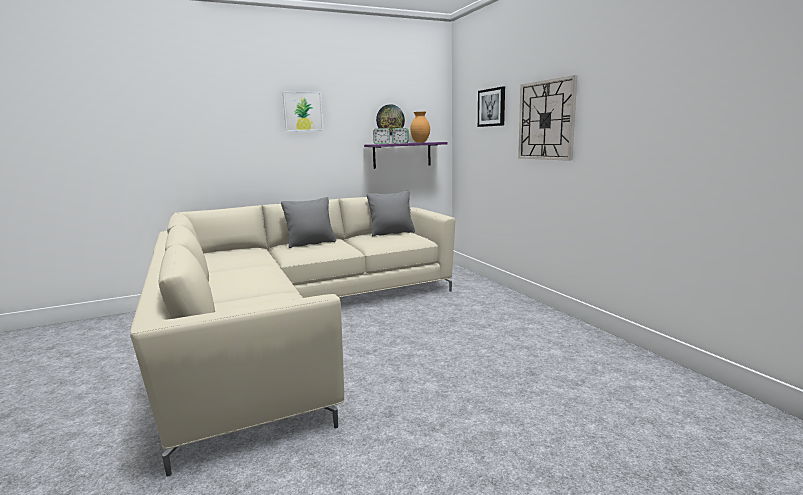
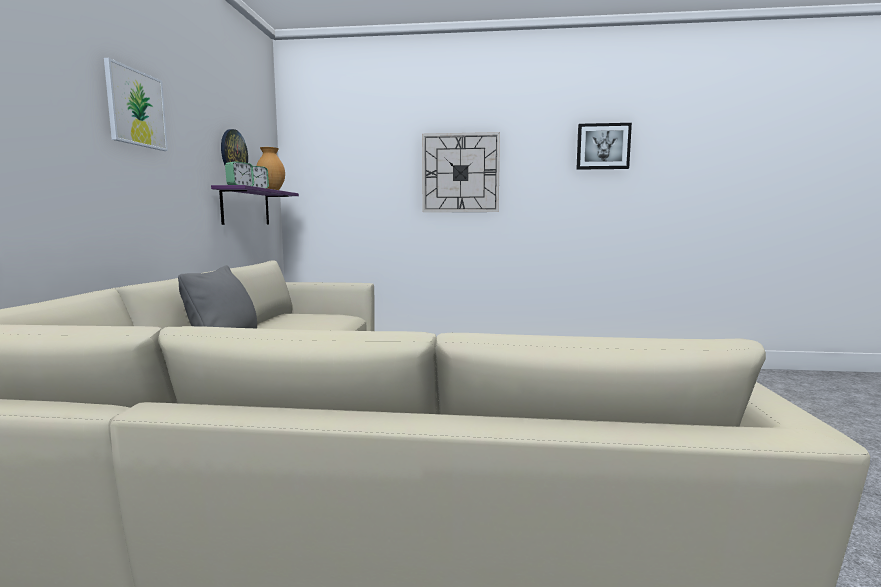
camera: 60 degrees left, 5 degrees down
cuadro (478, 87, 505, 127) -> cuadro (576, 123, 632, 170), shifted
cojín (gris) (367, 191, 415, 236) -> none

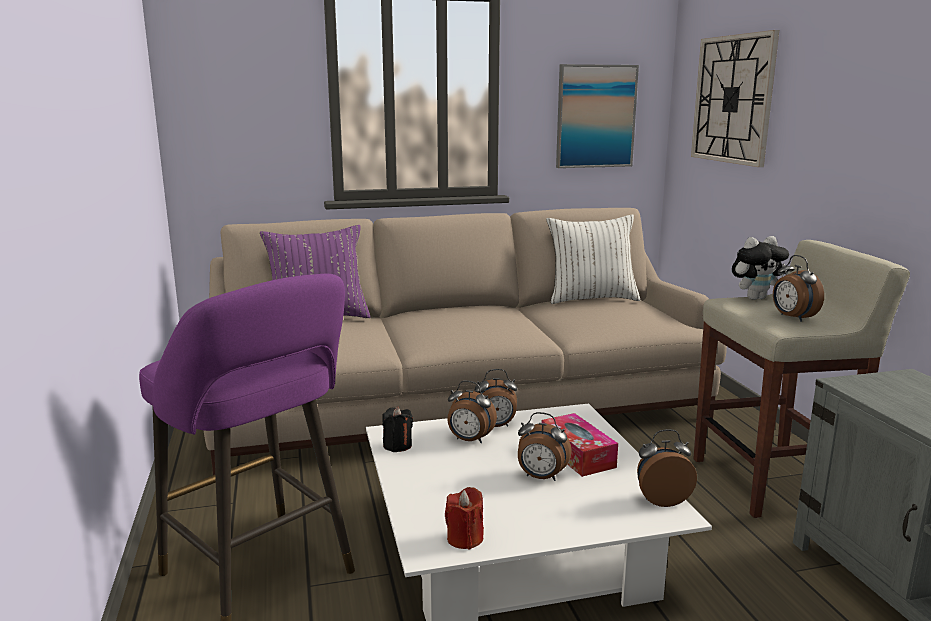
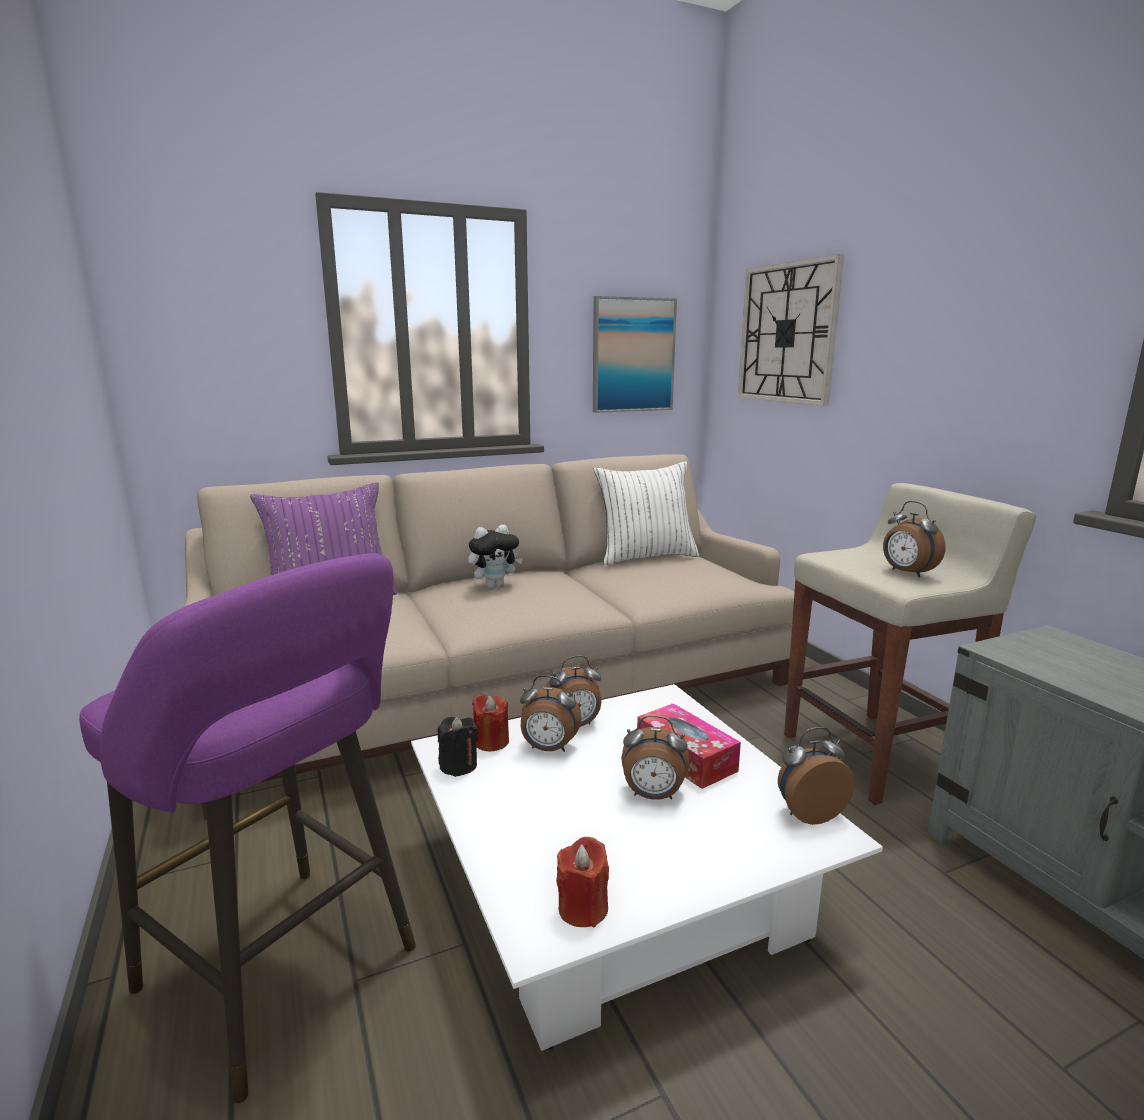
camera: 10 degrees left, 0 degrees up
peluche (732, 236, 789, 300) -> peluche (468, 525, 523, 588), shifted
none -> vela (rojo) (472, 694, 509, 752)

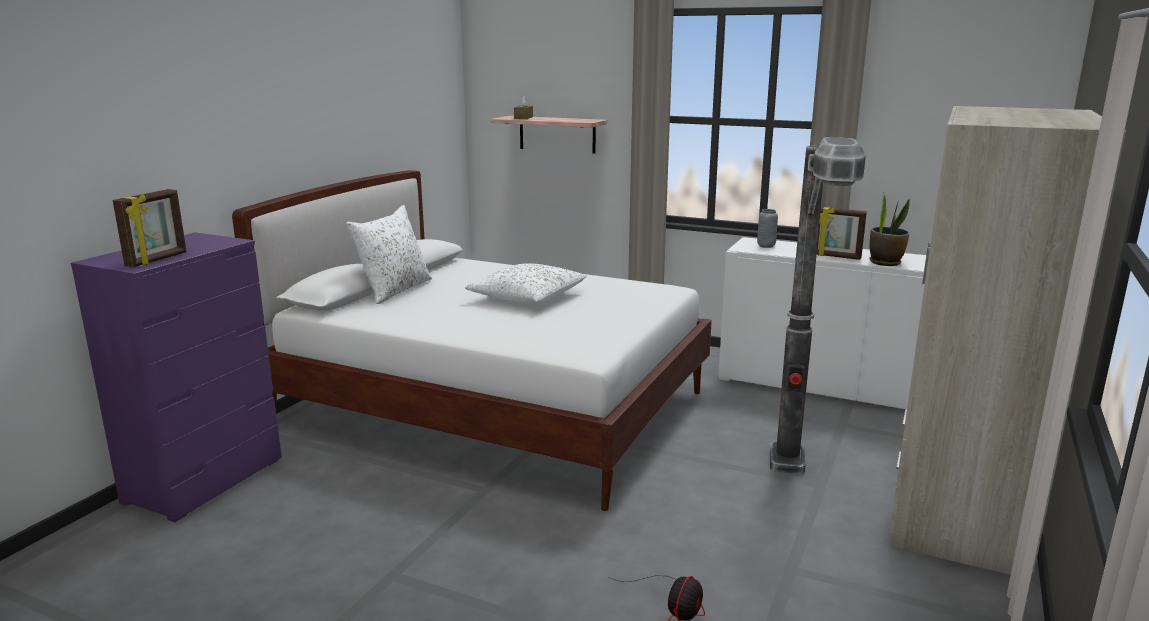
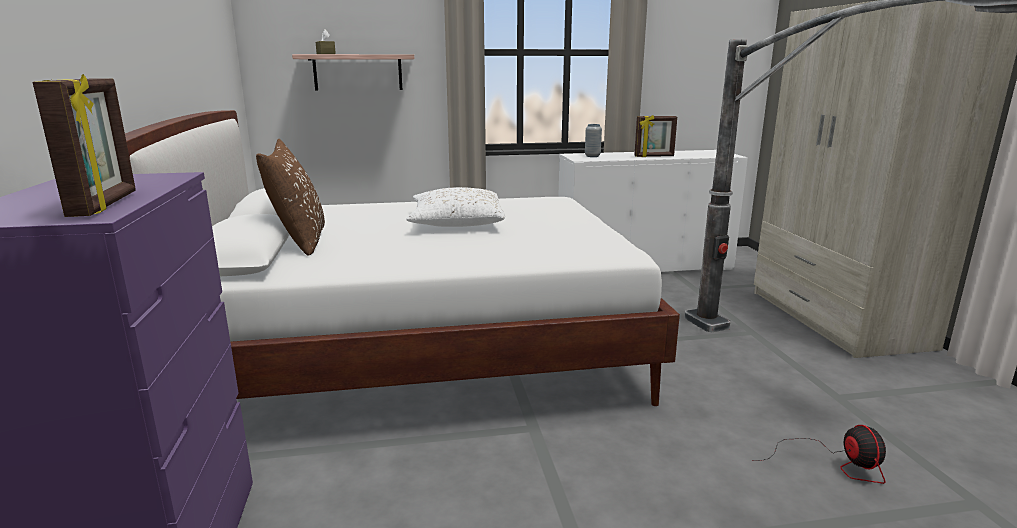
camera: 35 degrees left, 0 degrees up
cojín (blanco) (346, 205, 432, 304) -> cojín (marrón) (256, 139, 325, 255)
planta en maceta (869, 192, 910, 266) -> none

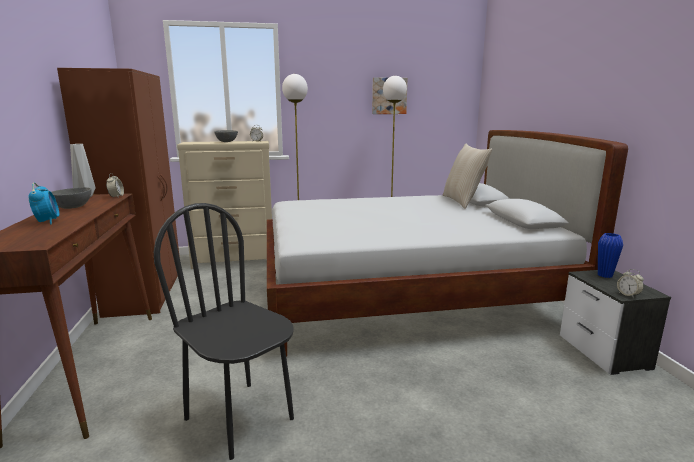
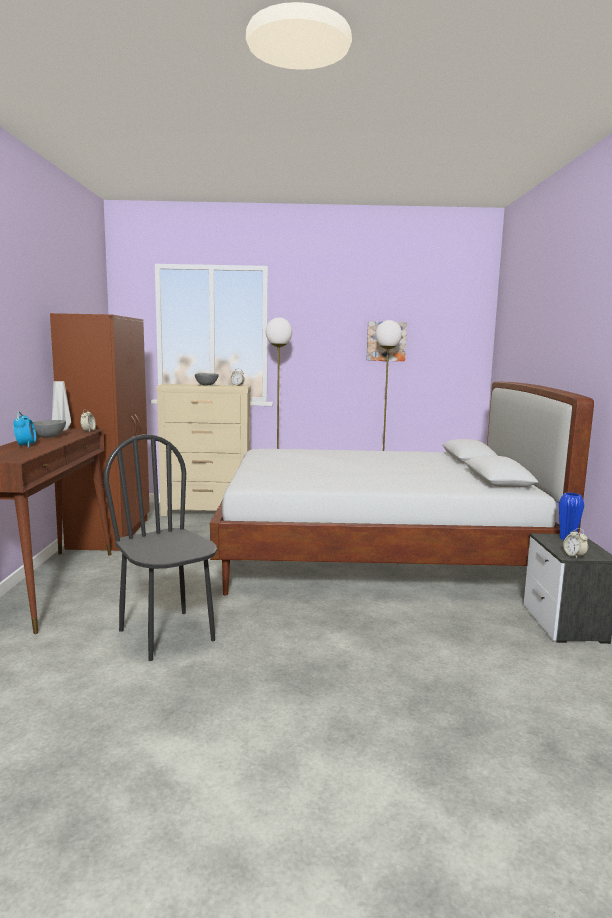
camera: 10 degrees right, 5 degrees down
cojín (beis) (443, 144, 492, 209) -> none

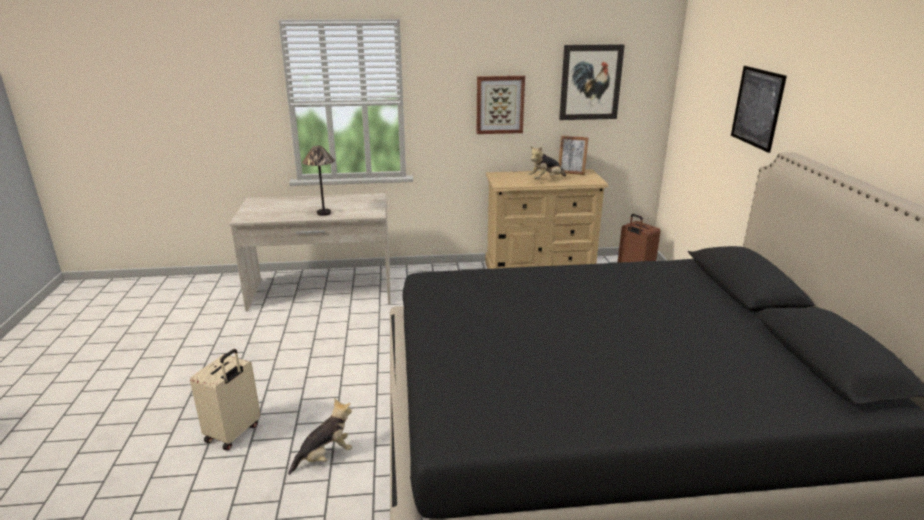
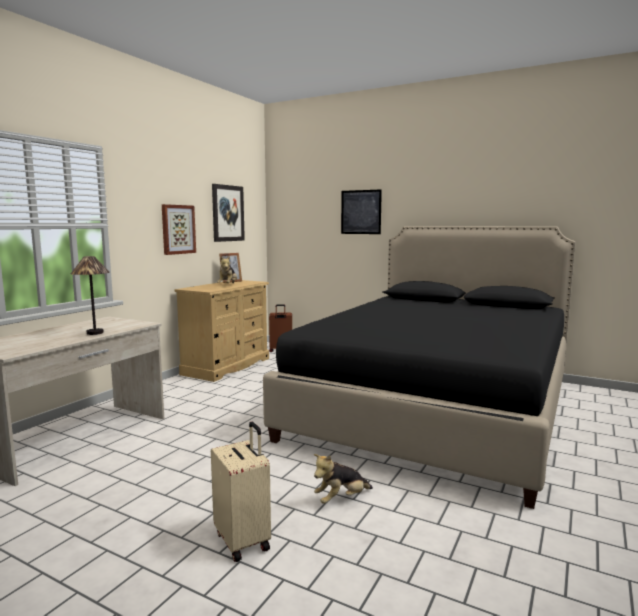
camera: 55 degrees left, 15 degrees down
peluche (288, 399, 353, 475) -> peluche (314, 454, 373, 504), 120 degrees counterclockwise

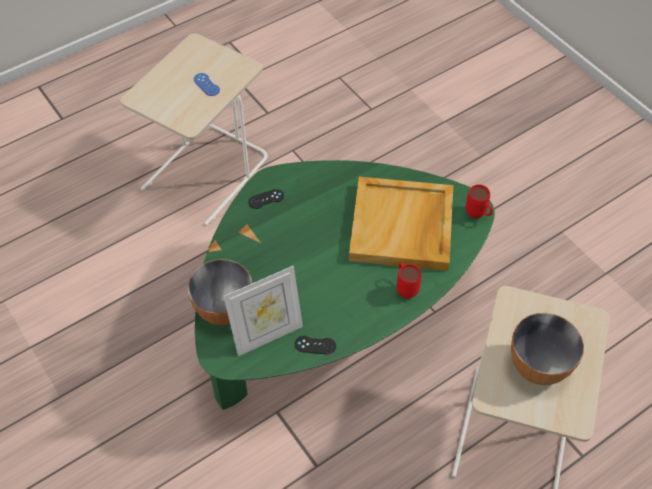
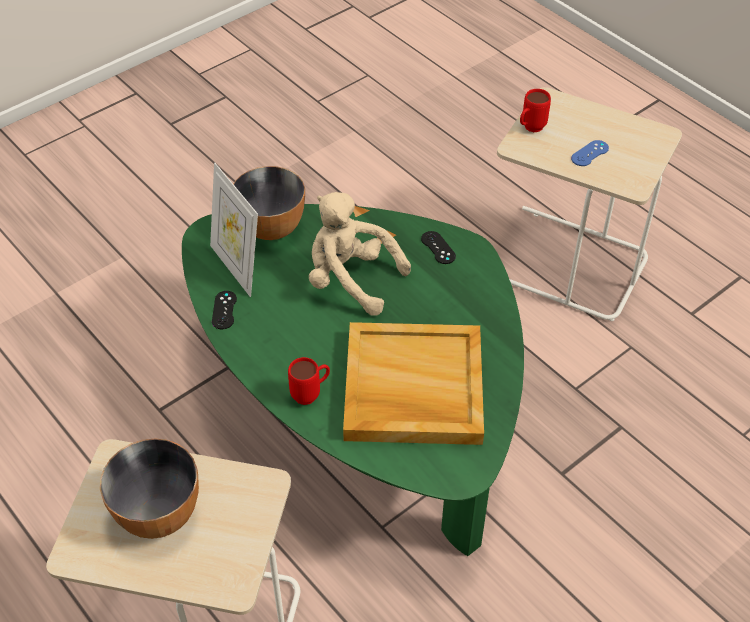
camera: 85 degrees right, 5 degrees down
none -> peluche (beis) (309, 192, 411, 316)
taza grande (rojo) (466, 185, 493, 218) -> taza grande (rojo) (520, 89, 551, 132), shifted

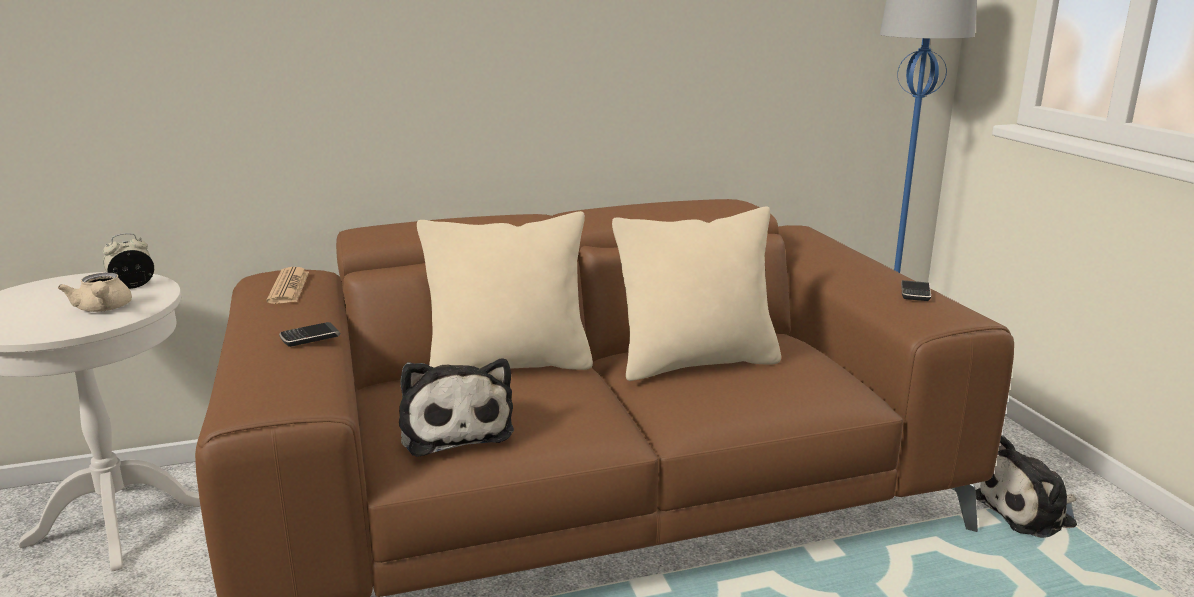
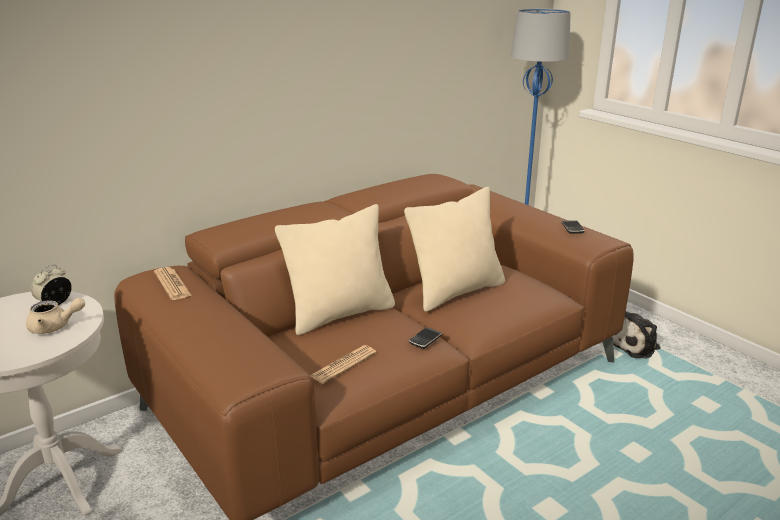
camera: 20 degrees left, 5 degrees up
tetera (beis) (58, 273, 132, 312) -> tetera (beis) (26, 298, 85, 334), 45 degrees counterclockwise
peluche (399, 359, 514, 457) -> periódico (311, 345, 376, 384)
móvil (279, 322, 341, 347) -> móvil (409, 327, 442, 349), shifted

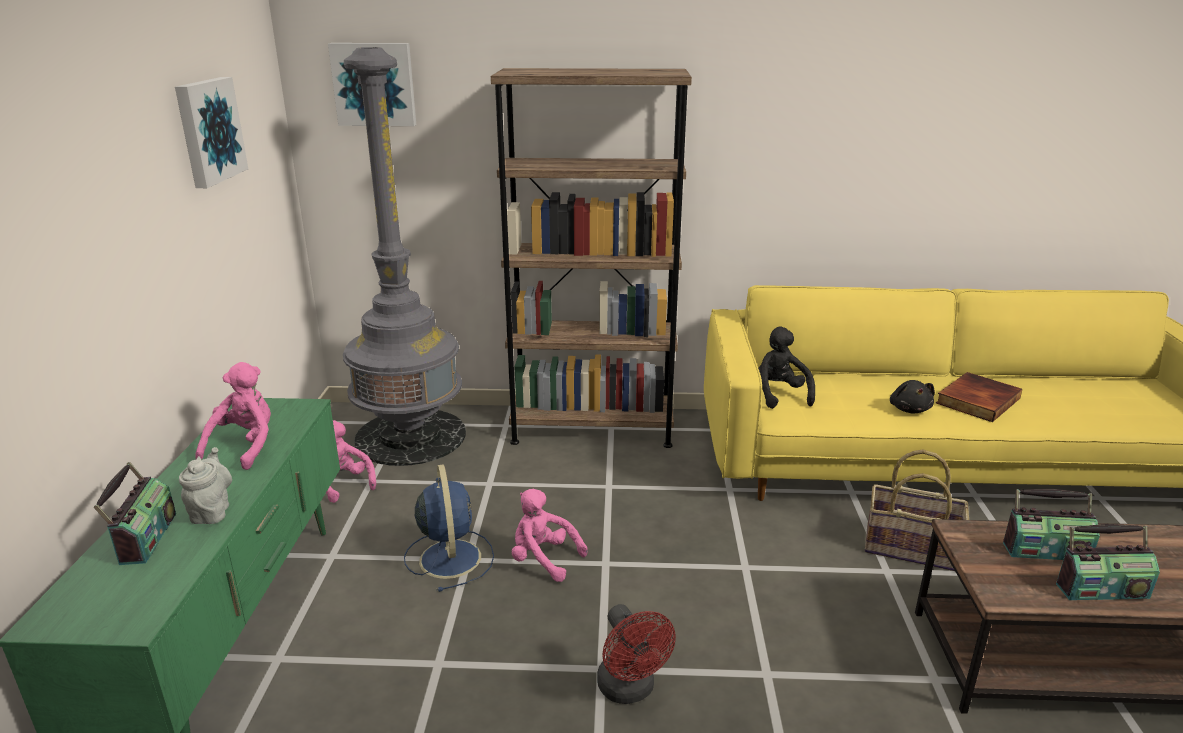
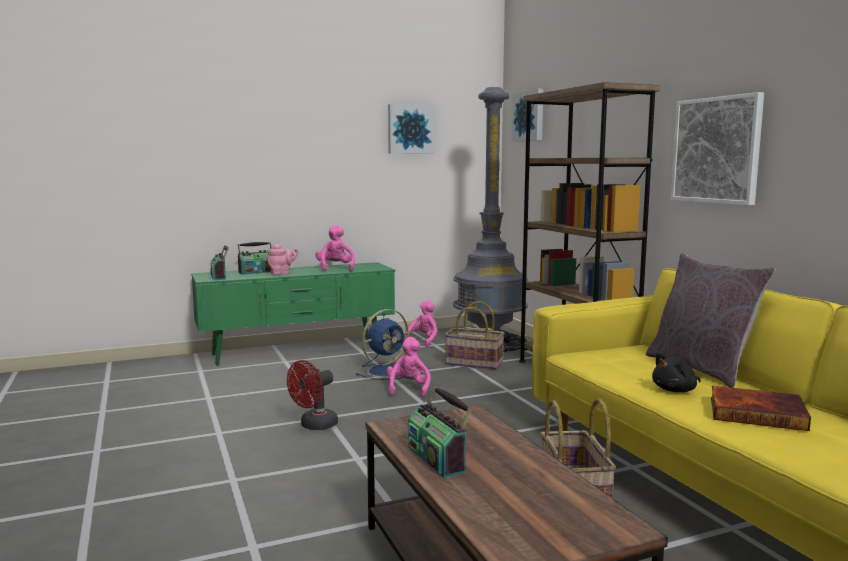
camera: 65 degrees right, 15 degrees down
radio (1003, 489, 1100, 560) -> radio (210, 245, 228, 280), shifted
tetera (gris) (179, 447, 232, 524) -> tetera (rosa) (268, 244, 298, 275)
peluche (rosa) (195, 362, 271, 470) -> peluche (rosa) (315, 225, 355, 271), 90 degrees counterclockwise
none -> cesta (445, 301, 504, 370)
none -> cojín (gris) (646, 253, 776, 388)
none -> cuadro (671, 92, 764, 205)
peluche (negro) (758, 327, 815, 409) -> none

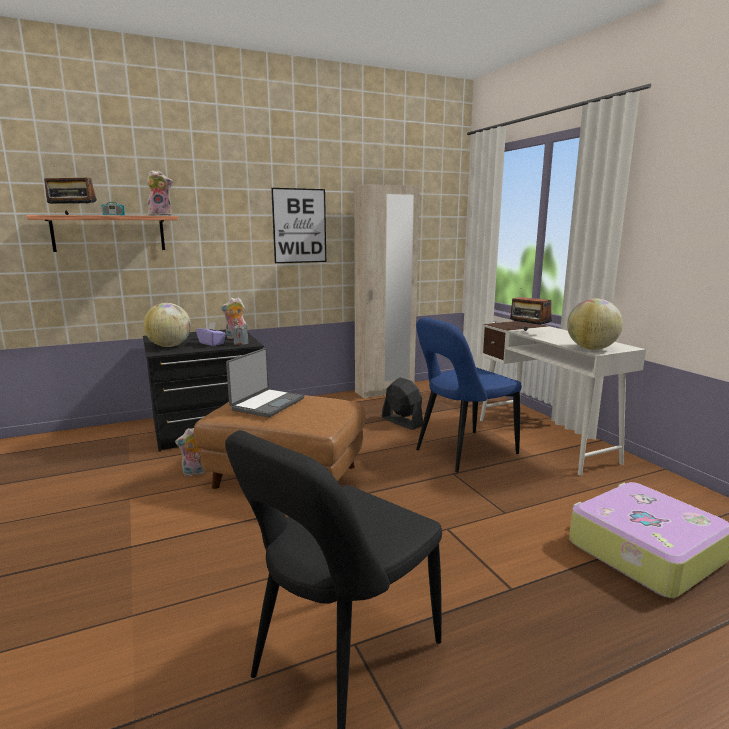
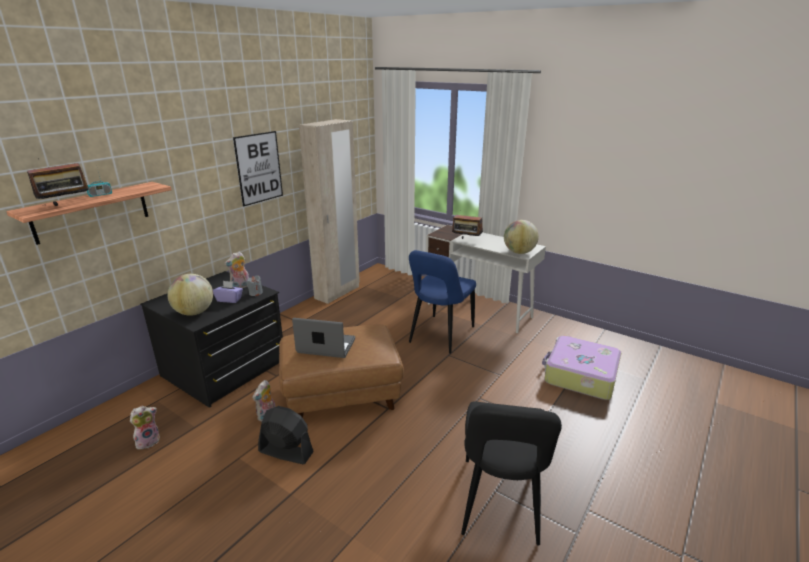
camera: 30 degrees left, 10 degrees up
peluche (147, 170, 173, 216) -> peluche (130, 406, 160, 449), shifted
ventilador (negro) (381, 377, 423, 430) -> ventilador (negro) (258, 406, 314, 464), shifted
portátil (226, 348, 304, 417) -> portátil (292, 318, 355, 358), 75 degrees counterclockwise

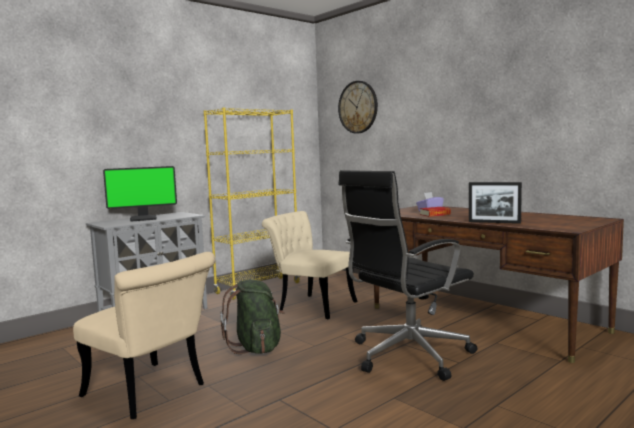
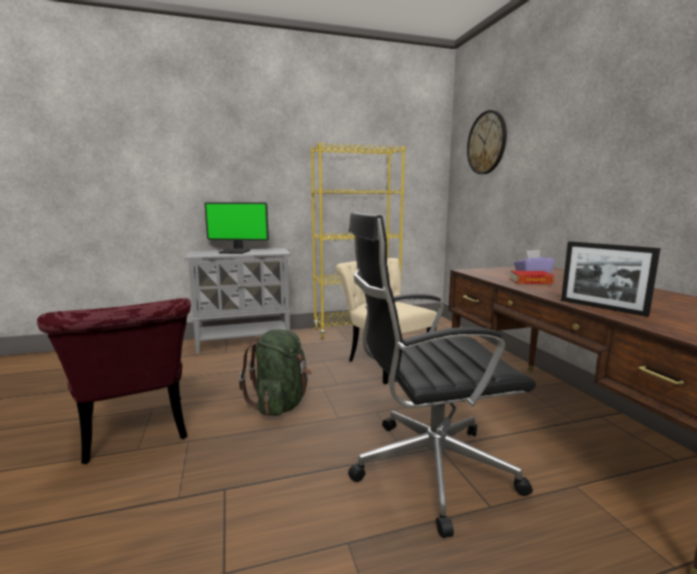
camera: 25 degrees right, 5 degrees up
silla (beis) (73, 252, 215, 419) -> silla (rojo) (37, 298, 191, 464)

